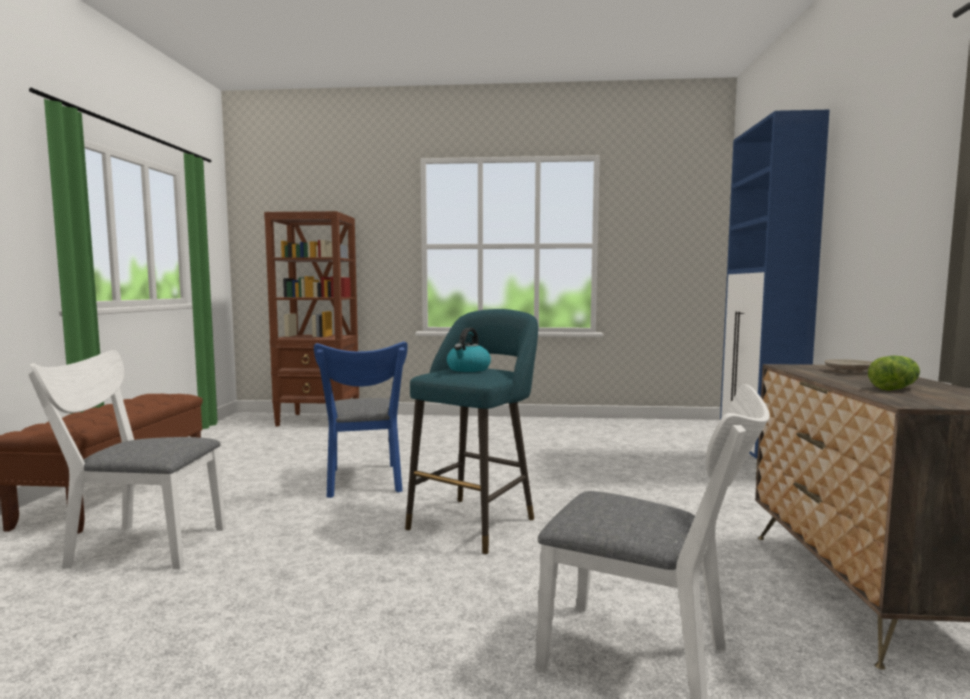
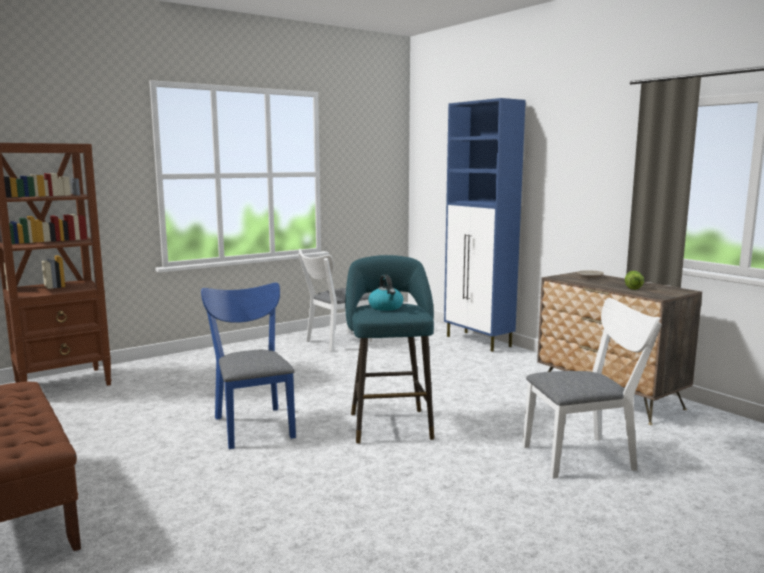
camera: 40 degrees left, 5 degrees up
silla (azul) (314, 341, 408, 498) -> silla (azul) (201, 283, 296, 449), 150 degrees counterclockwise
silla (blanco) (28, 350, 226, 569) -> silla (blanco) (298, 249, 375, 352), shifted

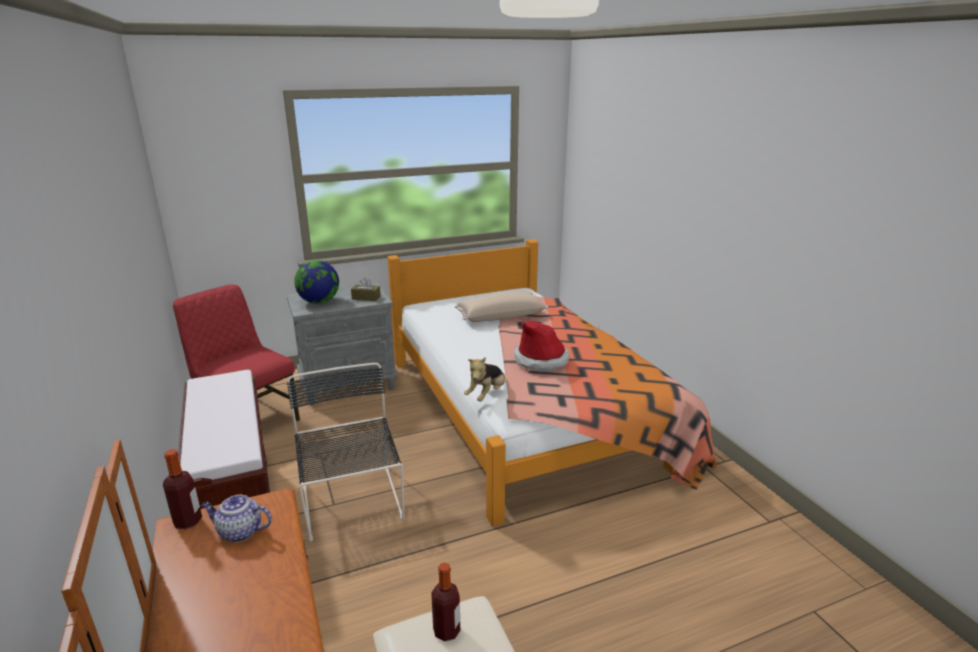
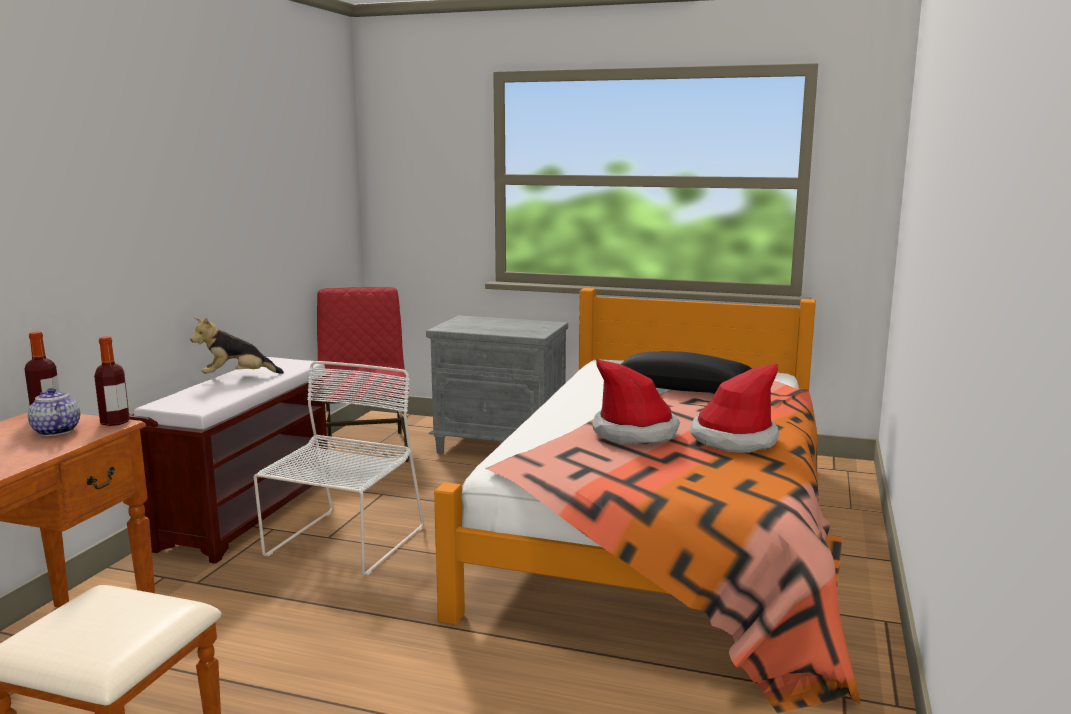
camera: 40 degrees right, 10 degrees down
botella (431, 563, 460, 641) -> botella (94, 336, 129, 426), shifted
peluche (464, 357, 506, 402) -> peluche (190, 318, 284, 374), shifted
silla (negro) (287, 363, 405, 542) -> silla (blanco) (254, 361, 424, 576)
cojín (beis) (455, 292, 548, 322) -> cojín (negro) (621, 351, 752, 393)
none -> sombrero (690, 364, 779, 453)
globo terráqueo (294, 260, 339, 304) -> none
caja de pañuelos (marrón) (351, 278, 381, 301) -> none

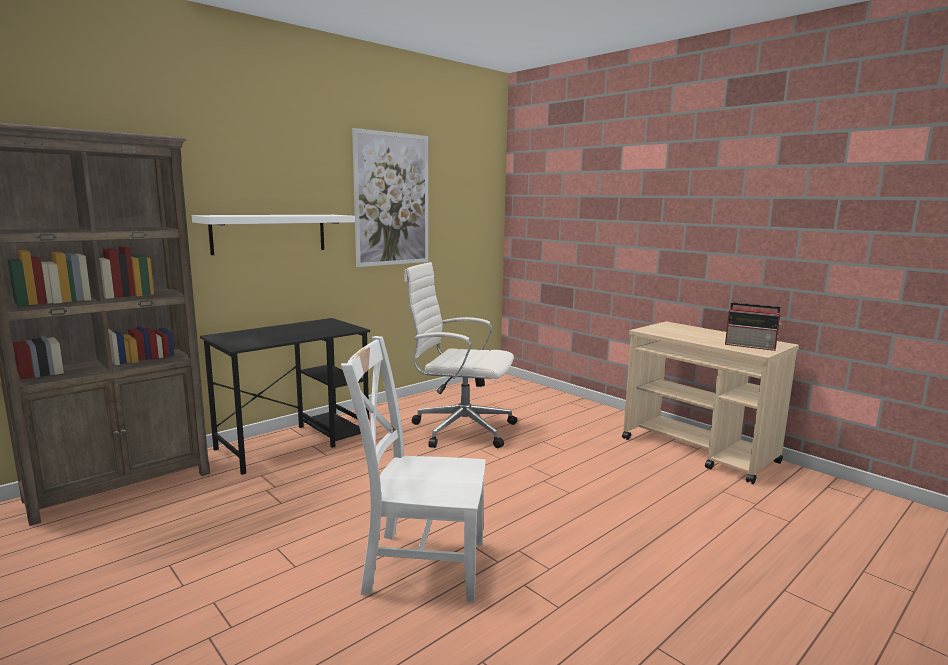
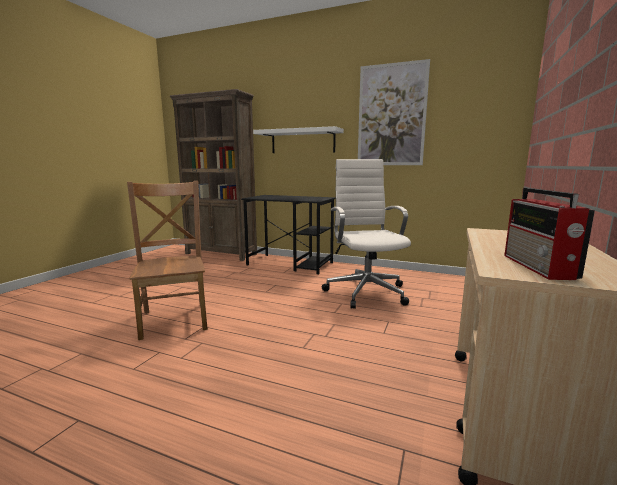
camera: 65 degrees right, 0 degrees up
silla (blanco) (341, 336, 486, 603) -> silla (marrón) (127, 181, 208, 340)

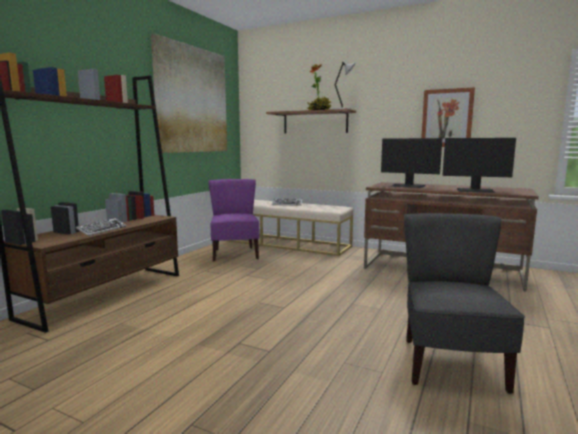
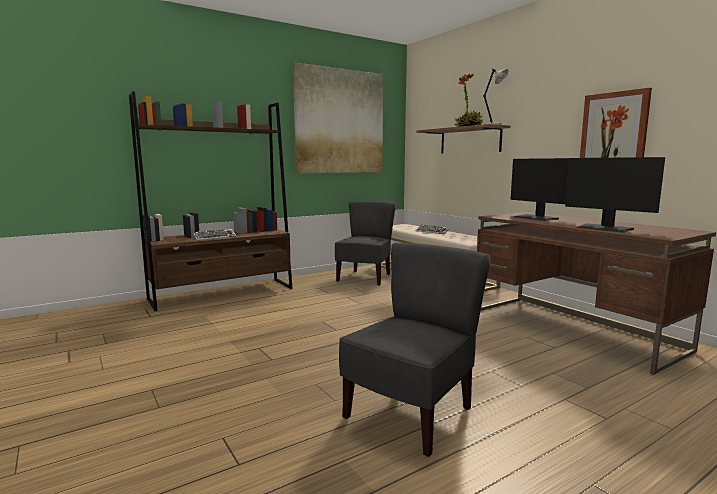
camera: 30 degrees right, 0 degrees up
silla (morado) (208, 179, 259, 261) -> silla (gris) (335, 201, 396, 286)

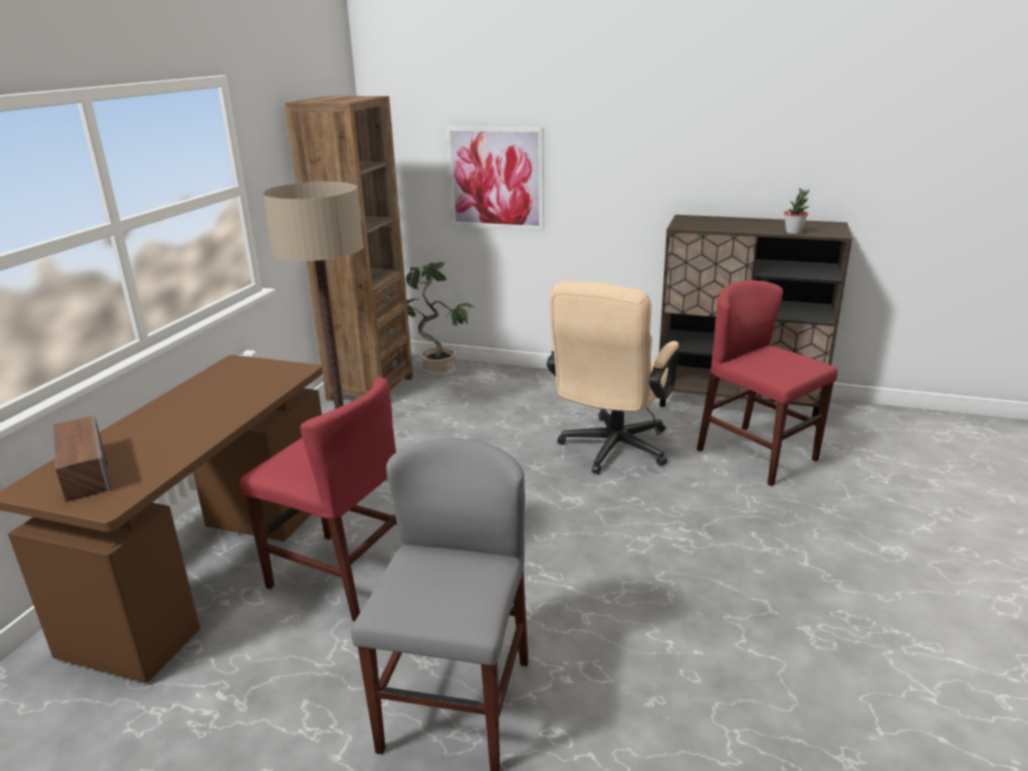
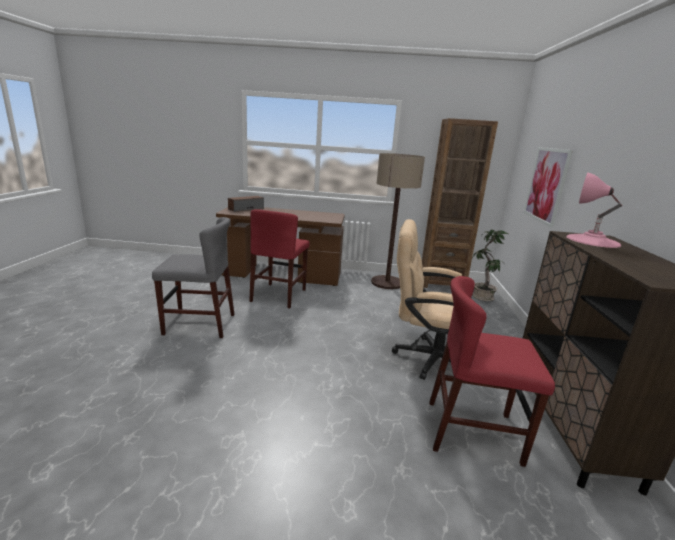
camera: 75 degrees right, 5 degrees down
silla (rojo) (697, 280, 838, 486) -> silla (rojo) (429, 276, 555, 467), 120 degrees counterclockwise
none -> lámpara de mesa (rosa) (566, 173, 622, 248)
planta en maceta (784, 188, 809, 234) -> none

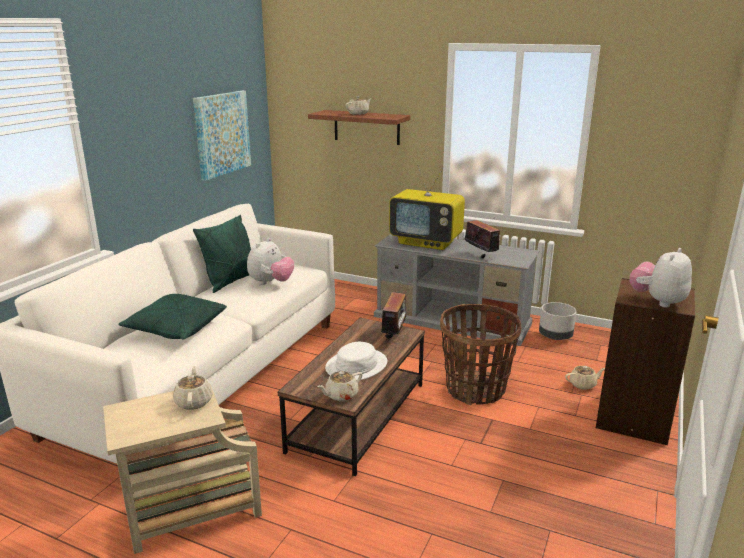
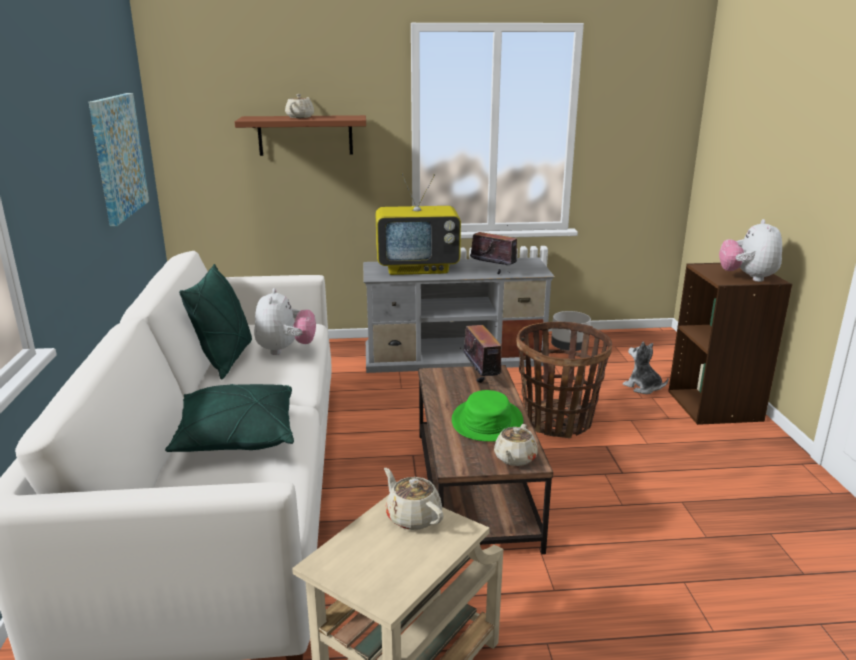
camera: 30 degrees left, 0 degrees up
sombrero (blanco) (325, 342, 387, 380) -> sombrero (verde) (452, 390, 523, 442)
tetera (beis) (565, 366, 605, 390) -> peluche (623, 342, 669, 394)

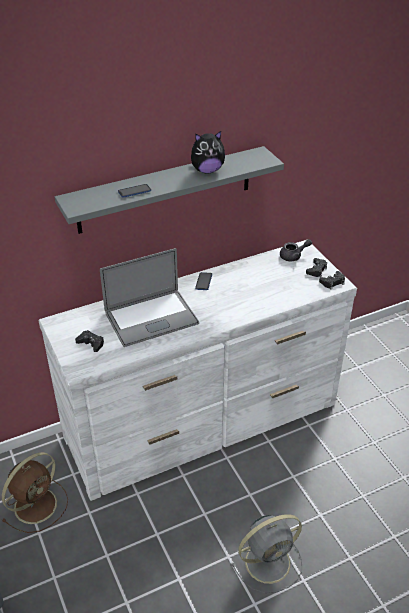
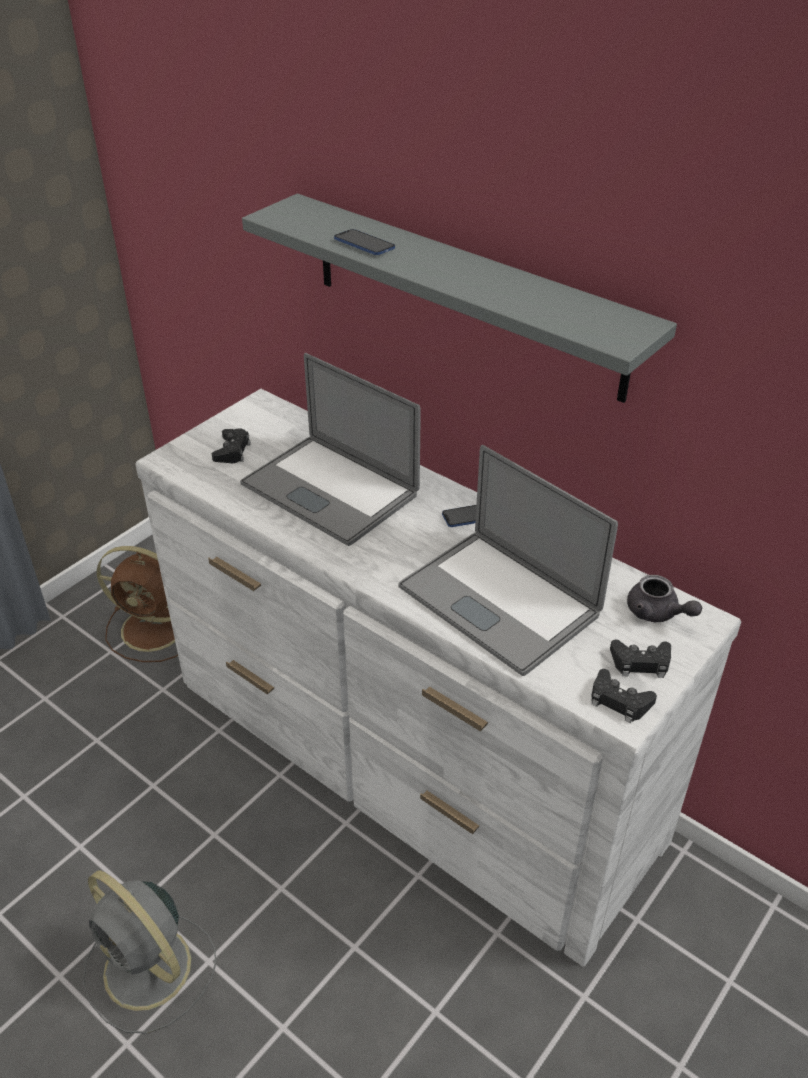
camera: 65 degrees right, 0 degrees up
none -> portátil (398, 444, 618, 676)
peluche (191, 131, 225, 174) -> none

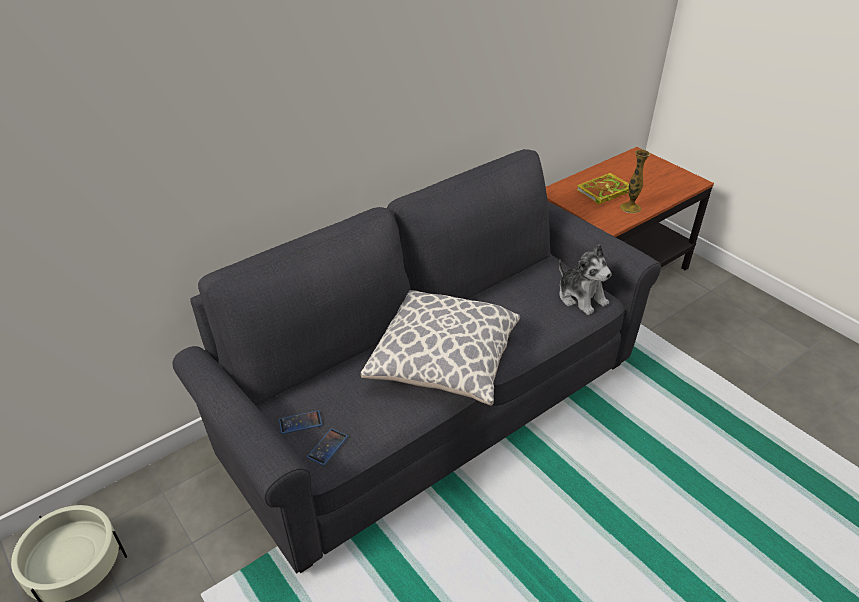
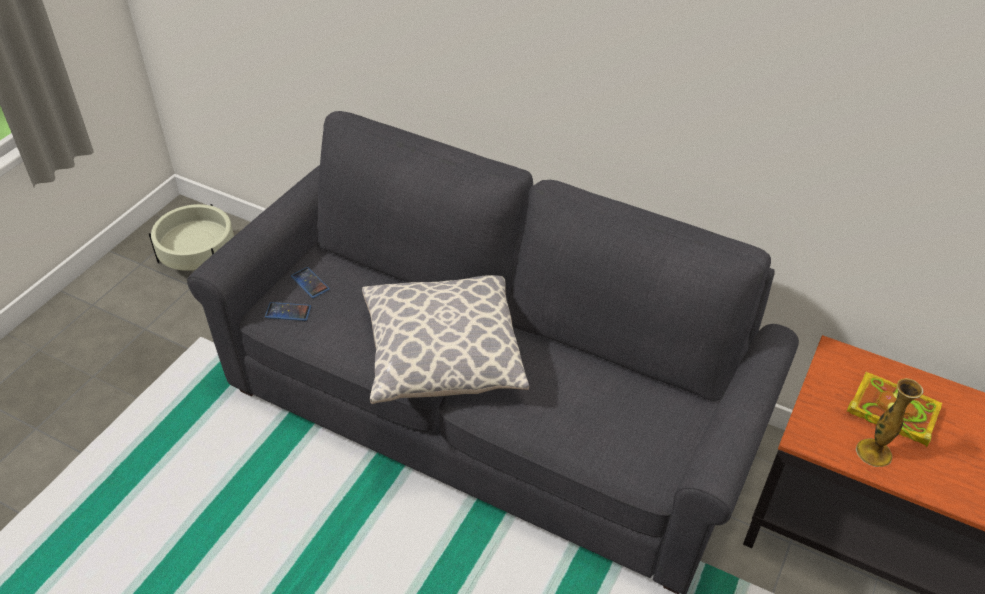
camera: 65 degrees right, 5 degrees up
peluche (559, 244, 612, 315) -> none

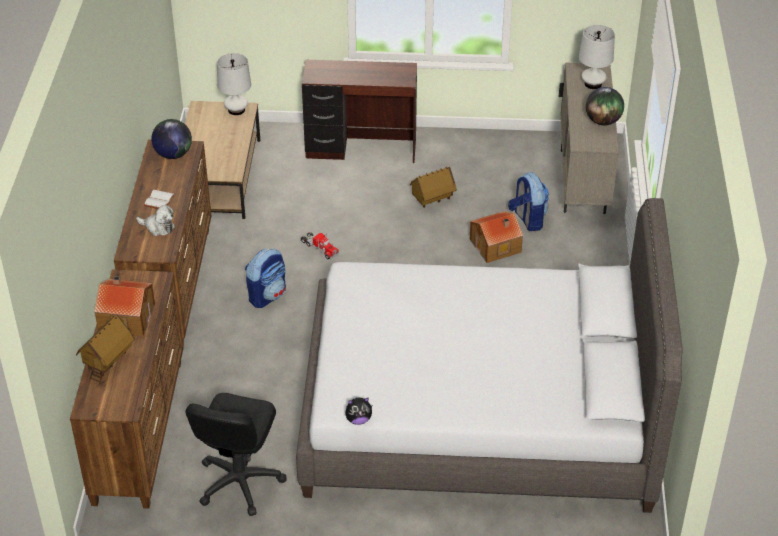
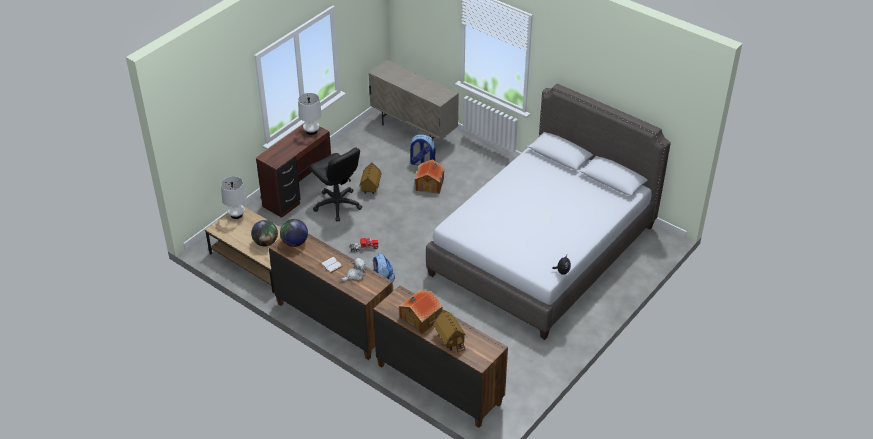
camera: 55 degrees left, 0 degrees up
globo terráqueo (586, 87, 624, 125) -> globo terráqueo (251, 220, 278, 246), shifted
lámpara de mesa (blanco) (579, 25, 615, 89) -> lámpara de mesa (blanco) (298, 93, 322, 135), shifted
silla de oficina (negro) (185, 393, 287, 516) -> silla de oficina (negro) (310, 148, 362, 221), shifted

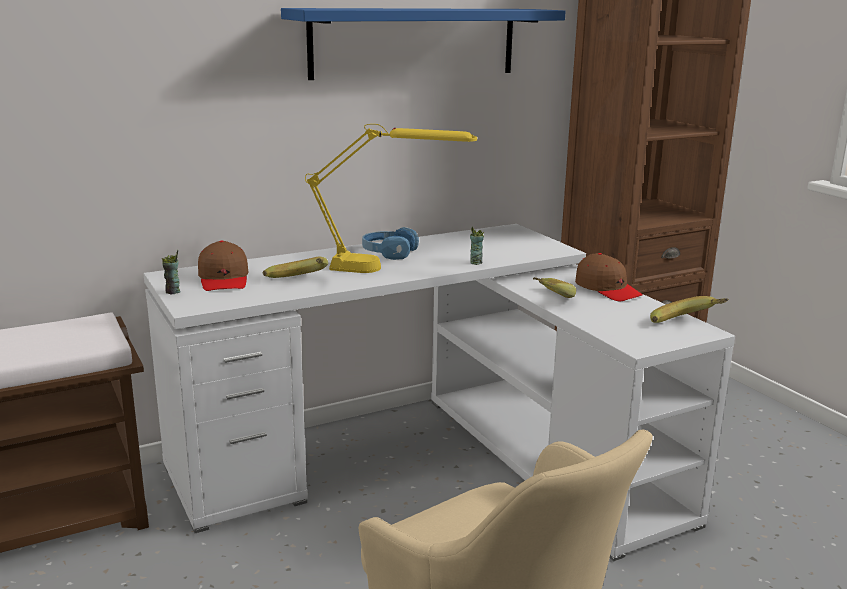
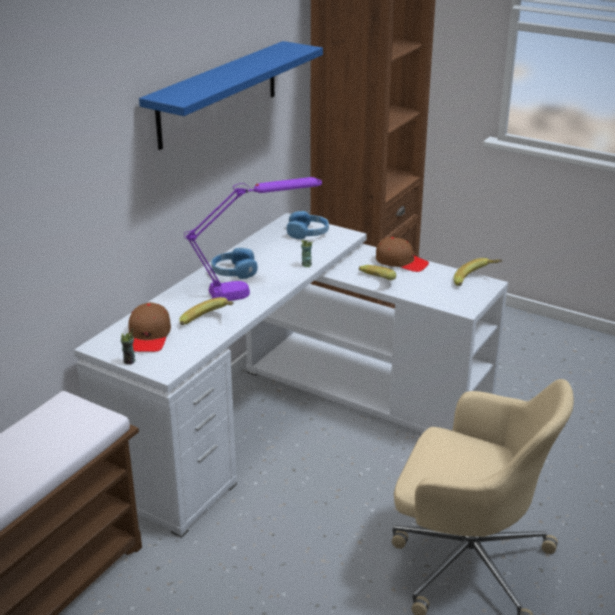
camera: 30 degrees left, 10 degrees up
gorra (marrón) (198, 240, 248, 291) -> gorra (marrón) (128, 302, 171, 352), 45 degrees clockwise
lámpara de mesa (amarillo) (305, 124, 477, 273) -> lámpara de mesa (morado) (184, 177, 322, 301)
none -> auriculares (azul) (287, 211, 329, 239)

